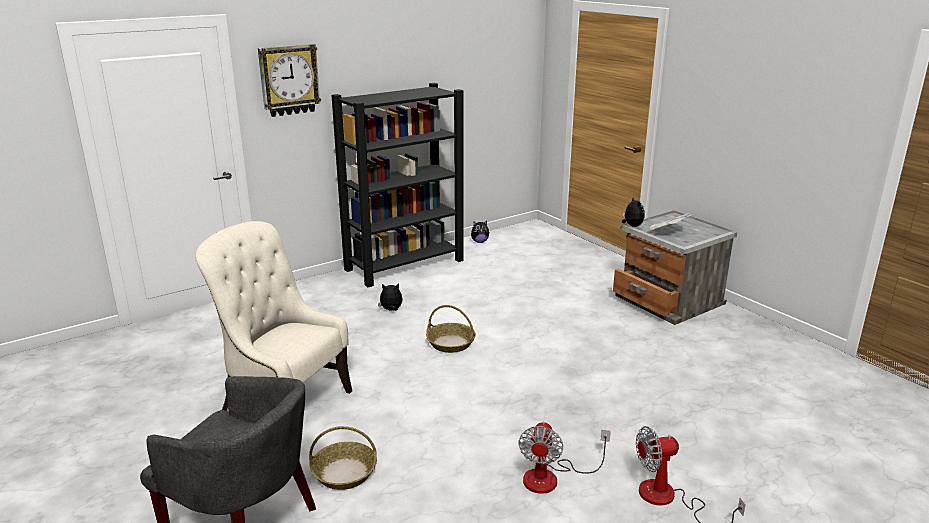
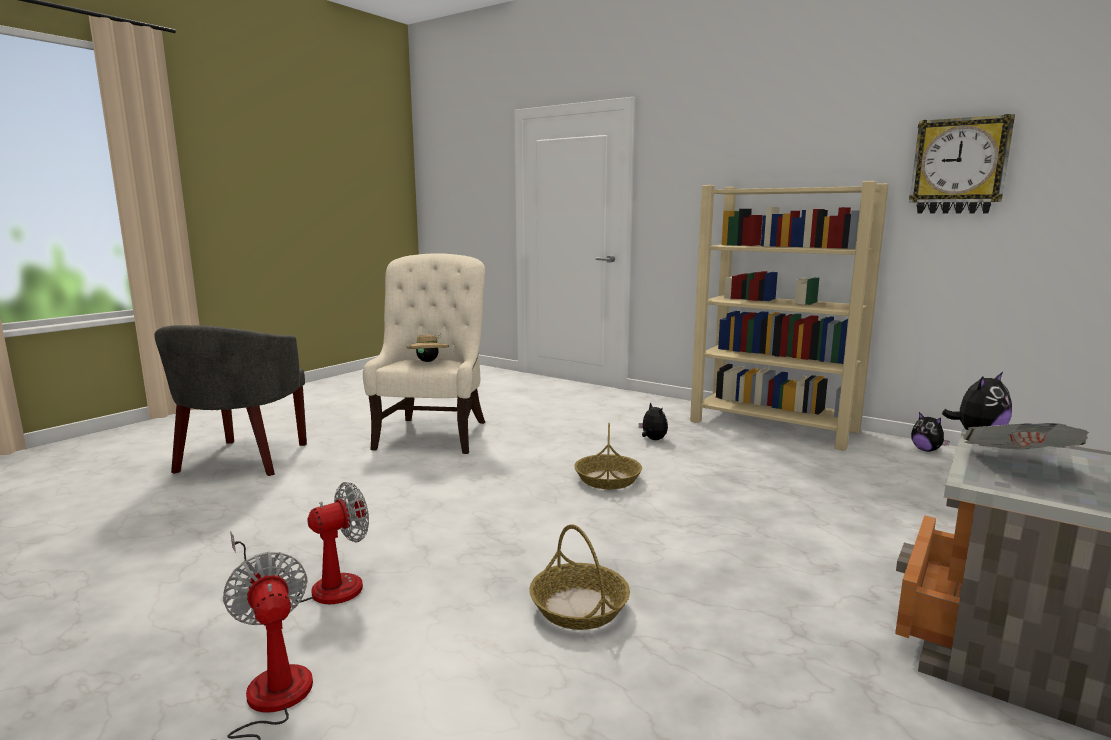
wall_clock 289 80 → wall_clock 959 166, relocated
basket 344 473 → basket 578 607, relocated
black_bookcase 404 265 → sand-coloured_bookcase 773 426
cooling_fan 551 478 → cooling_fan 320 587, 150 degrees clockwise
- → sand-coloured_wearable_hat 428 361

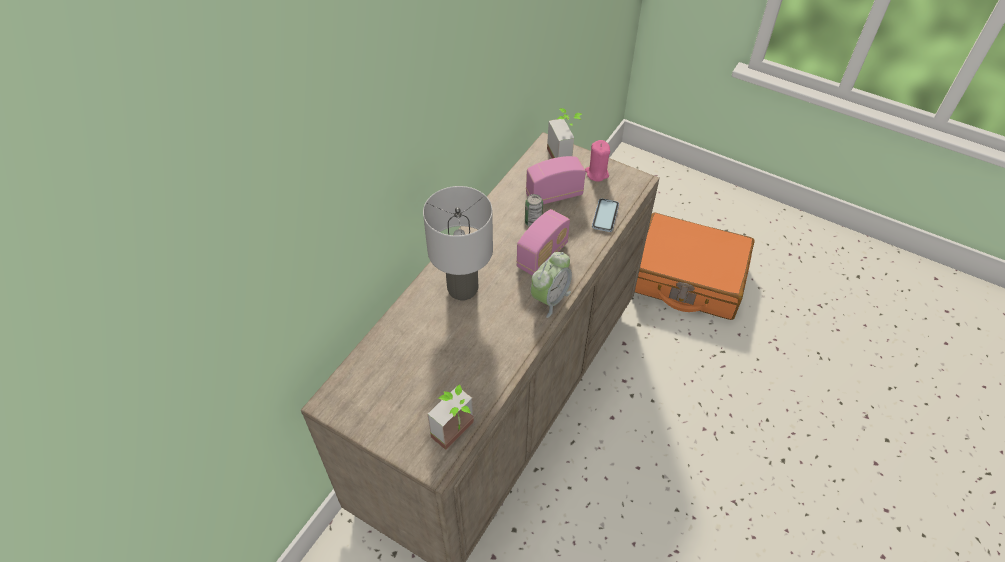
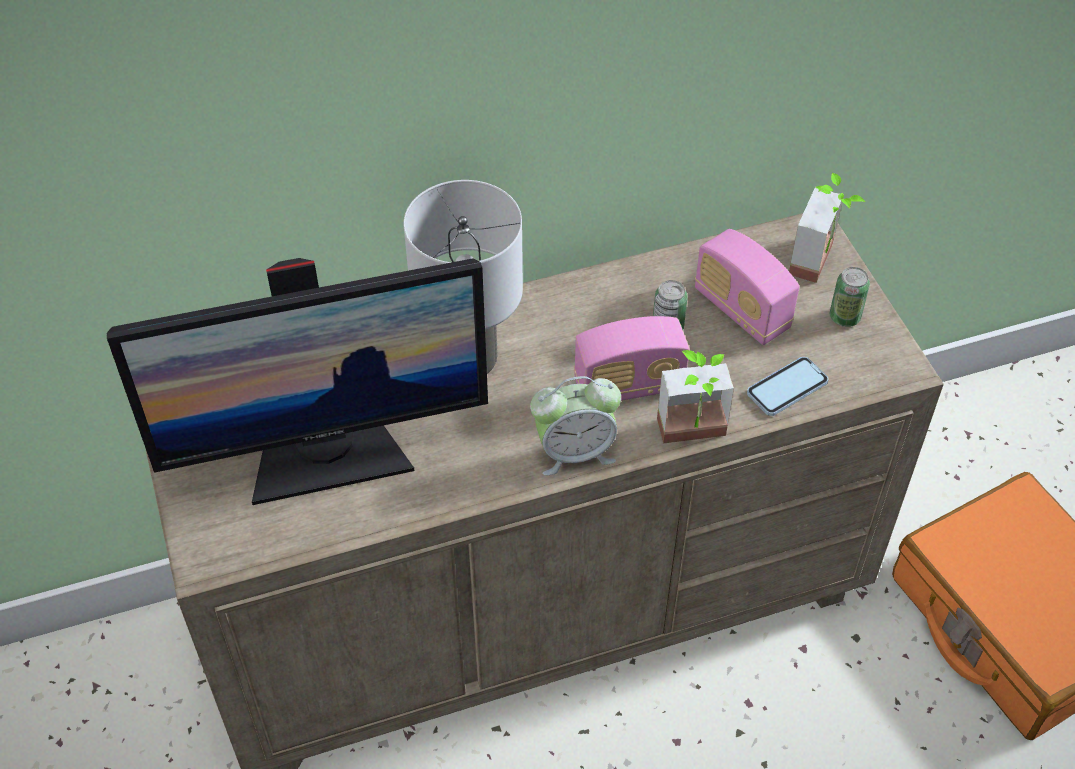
houseplant 459 435 → houseplant 694 437, relocated
radio_set 554 195 → radio_set 741 310, 150 degrees counterclockwise
pink_candle 596 173 → can 844 317
- → computer_display 327 455

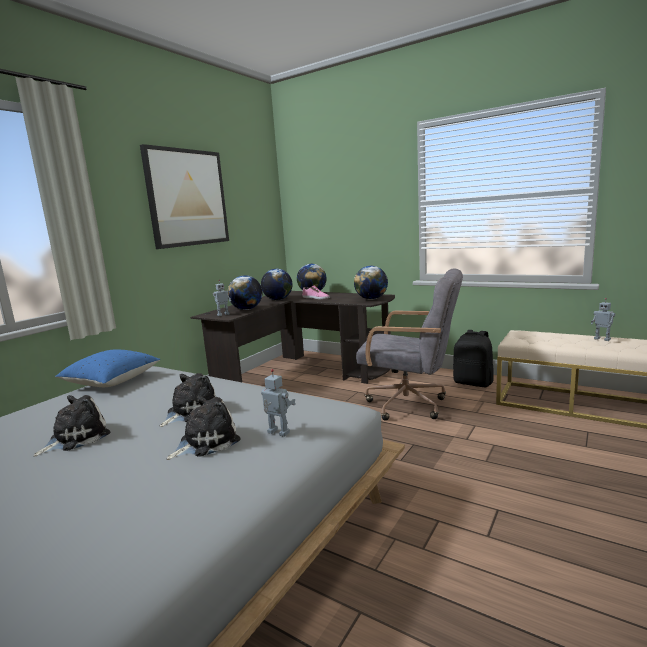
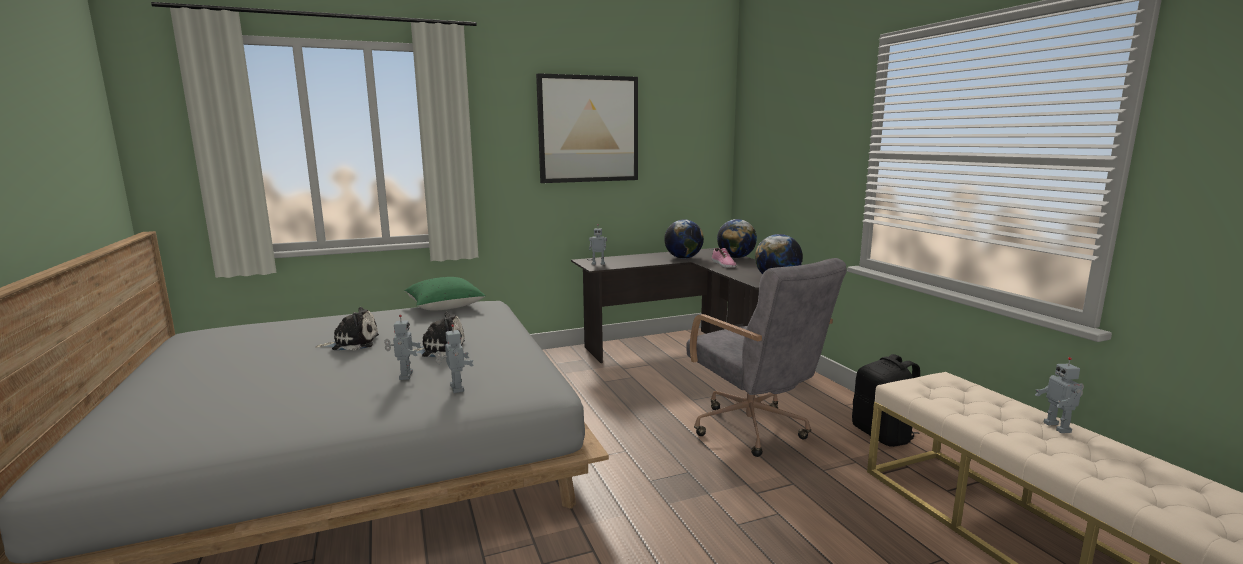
bluish_cushion 112 382 → green-coloured_cushion 445 307
soft_toy 206 442 → toy_robot 404 376
desk_globe 247 309 → -

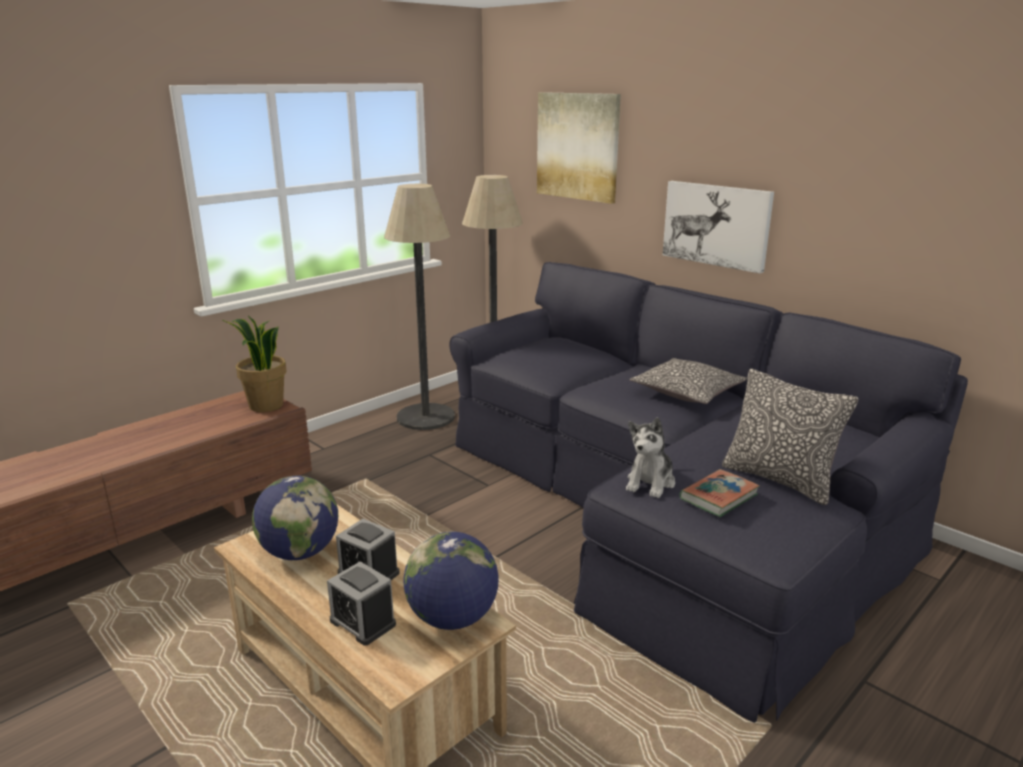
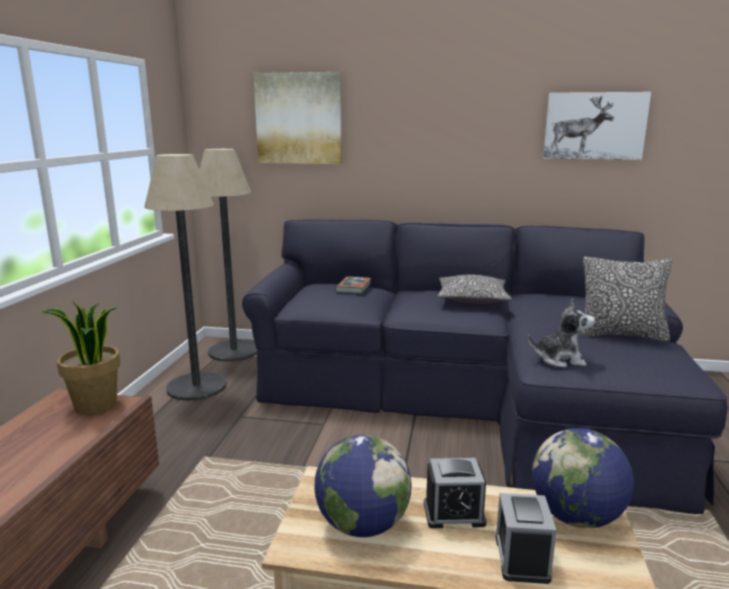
alarm_clock 362 622 → alarm_clock 522 558, 90 degrees clockwise
soft_toy 650 483 → soft_toy 559 359, 75 degrees counterclockwise
wall_art 716 225 → wall_art 594 126, relocated
volume 719 497 → volume 353 288, relocated

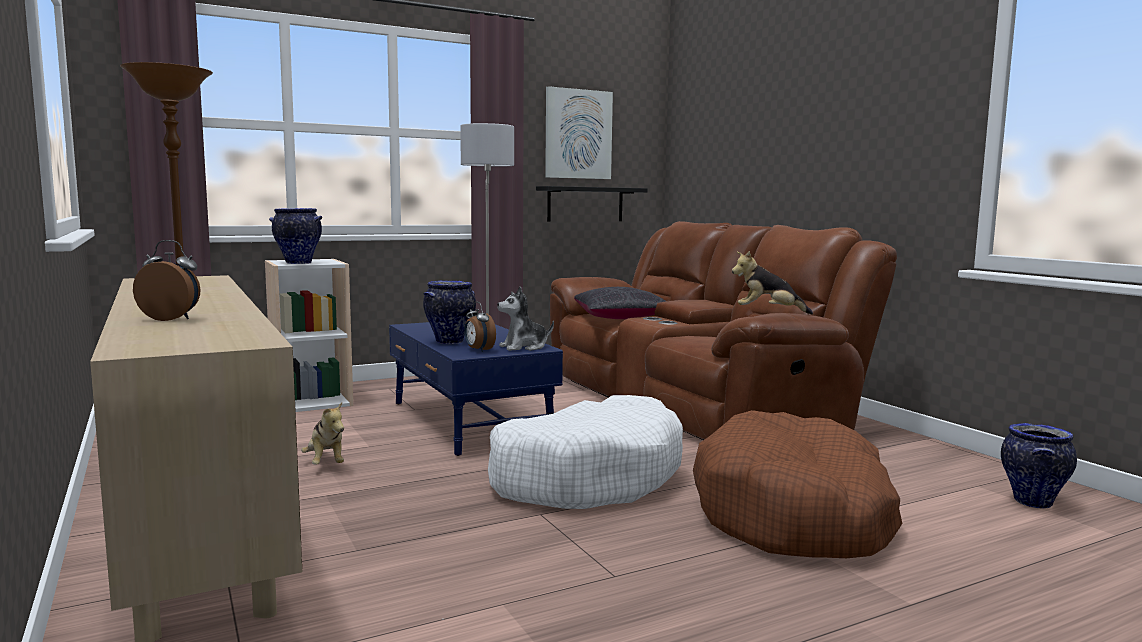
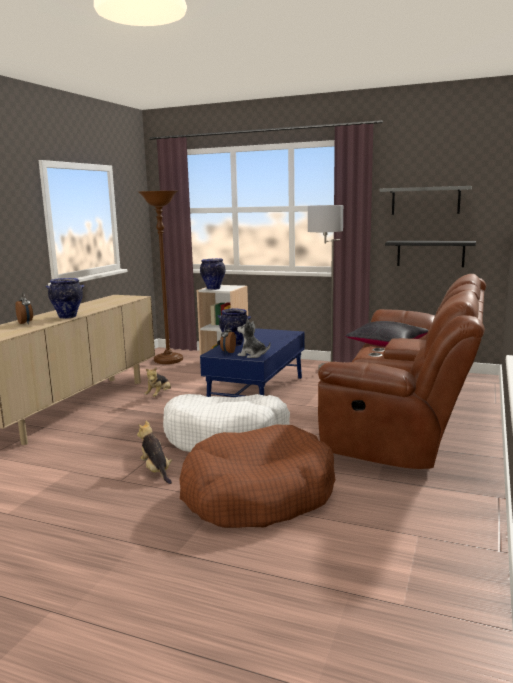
wall_art 578 134 → grey_wall_shelf 425 200
soft_toy 768 313 → soft_toy 156 471, relocated
vase 1032 502 → vase 68 317, relocated

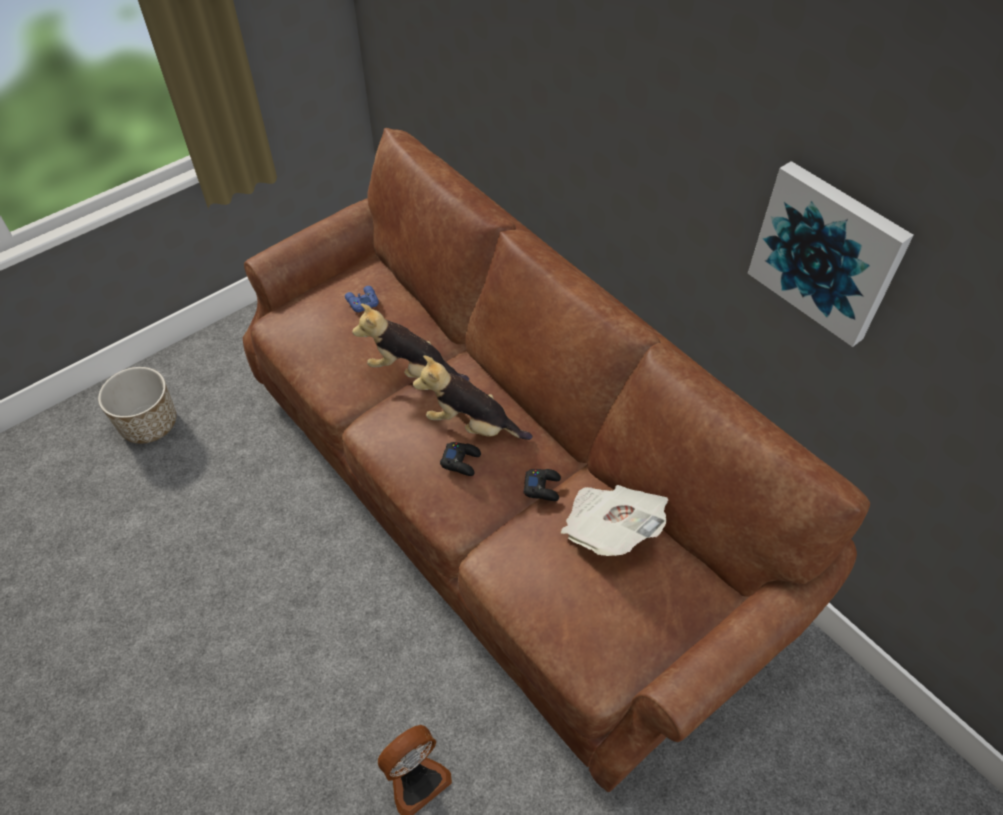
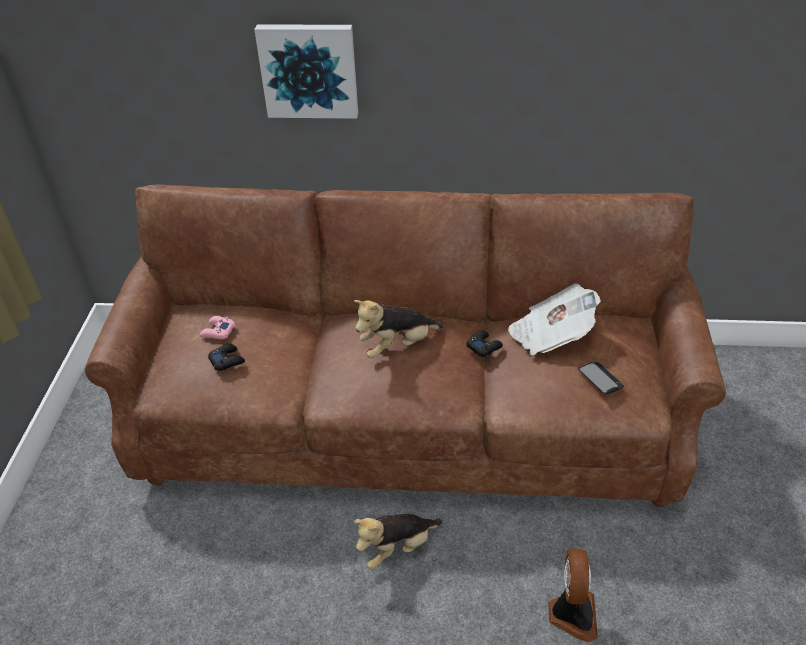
planter 149 424 → -
bluish_game_controller 362 302 → pink_game_controller 217 331
soft_toy 412 371 → soft_toy 397 548, relocated
black_game_controller 461 461 → black_game_controller 227 360, relocated
wall_art 828 252 → wall_art 309 70, relocated
- → handset 600 379

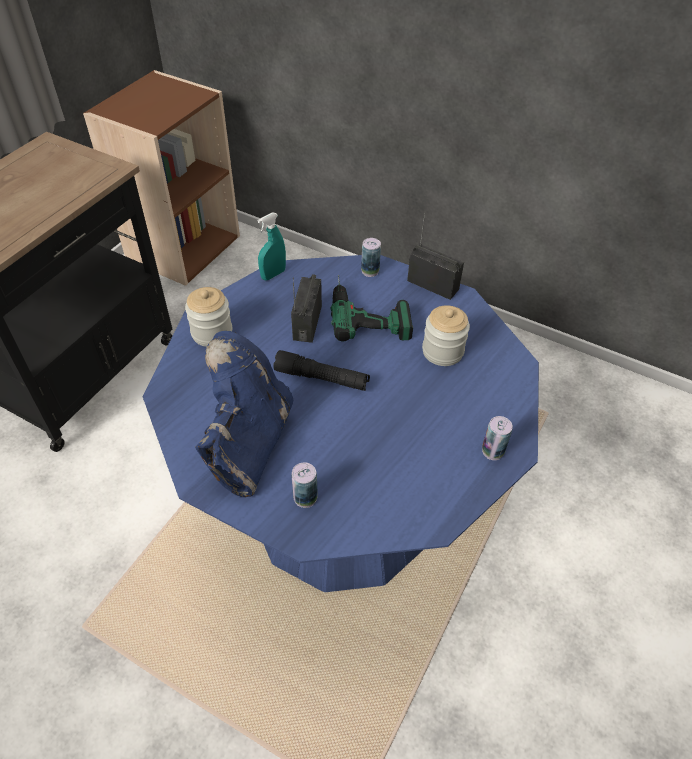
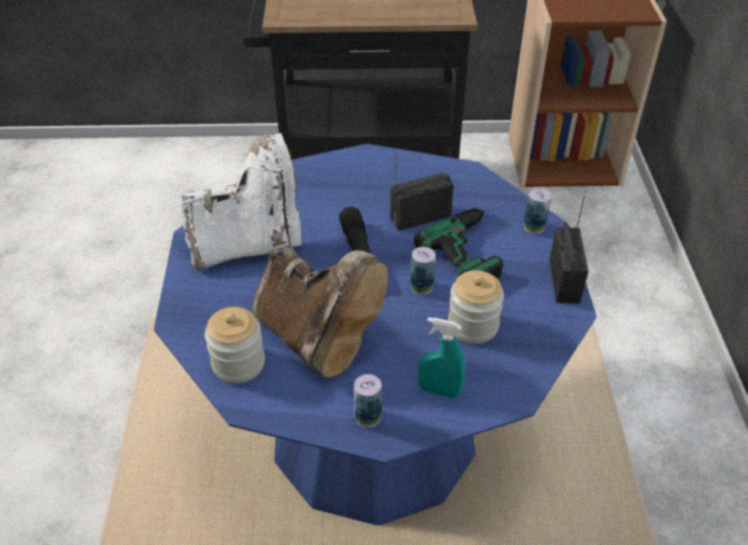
jar 212 333 → jar 238 363, relocated
bluish_high-top_boot 248 443 → whitish_high-top_boot 251 244
turquoise_spray_bottle 273 274 → turquoise_spray_bottle 439 391, relocated
can 305 498 → can 421 287, relocated
- → brownish_high-top_boot 317 340

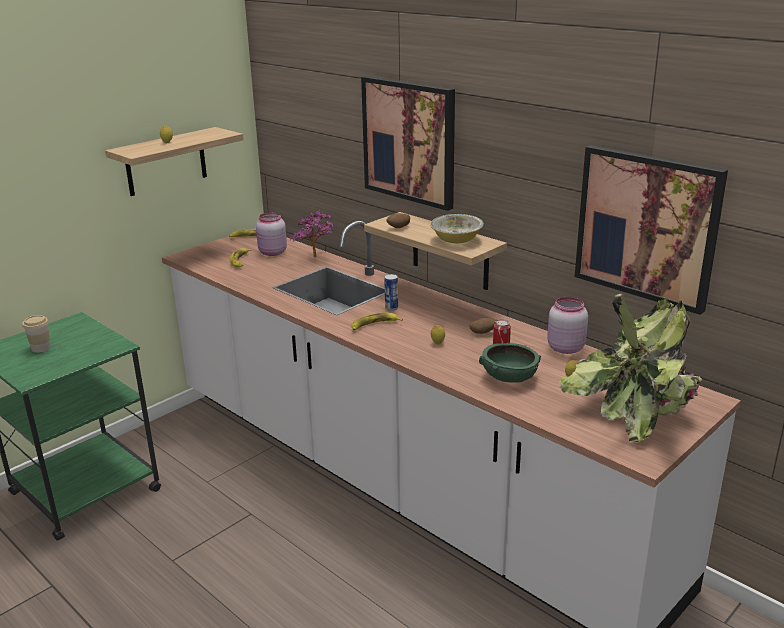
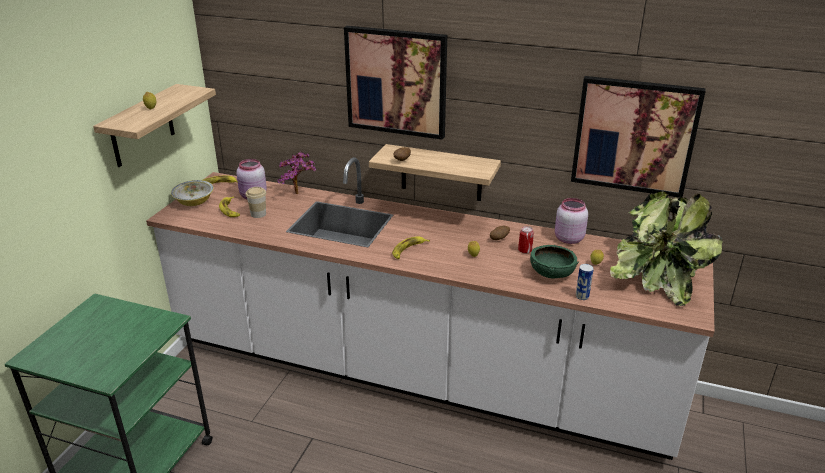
drinking_cup 41 348 → drinking_cup 258 214, relocated
can 391 308 → can 582 296, relocated
bowl 456 240 → bowl 194 202, relocated

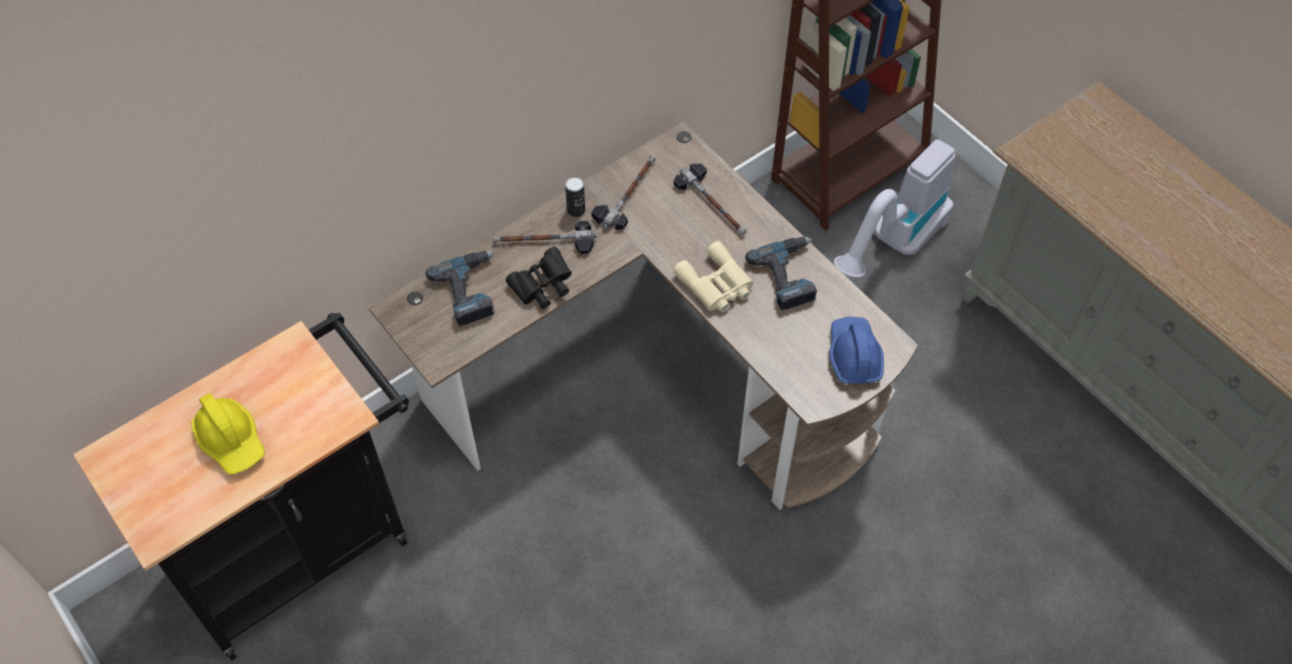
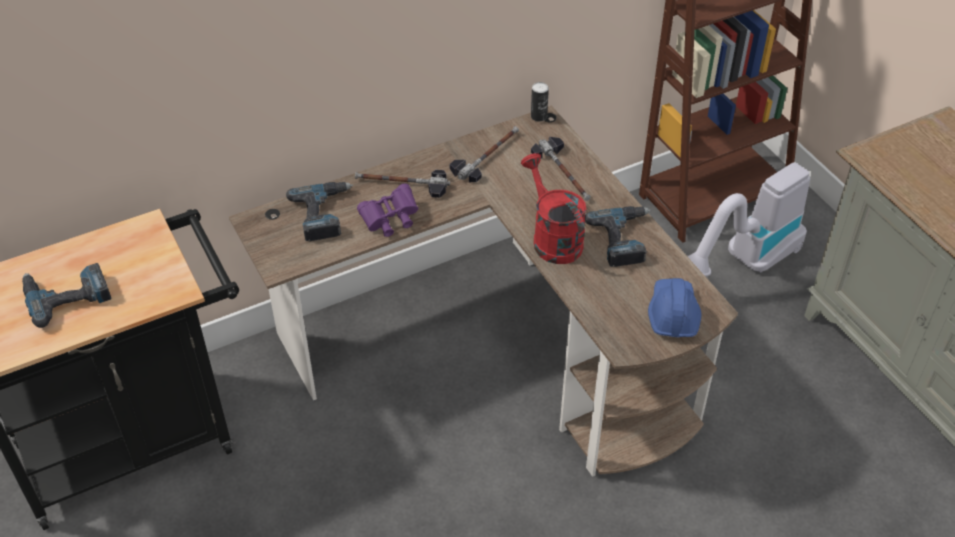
yellowish_work_helmet 231 440 → drill 67 295
black_binoculars 542 287 → purplish_binoculars 390 220
can 576 210 → can 538 116, relocated
sand-coloured_binoculars 716 285 → red-coloured_watering_pot 552 238

